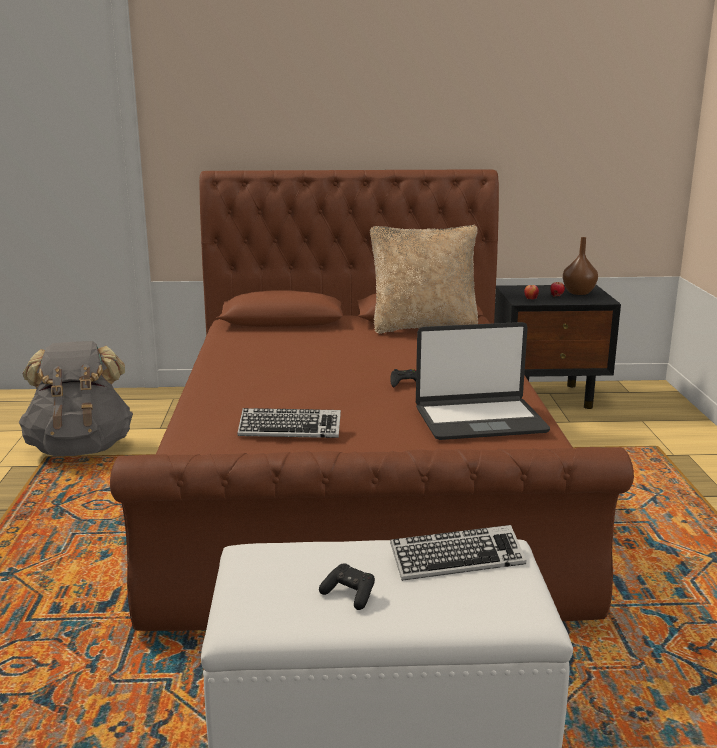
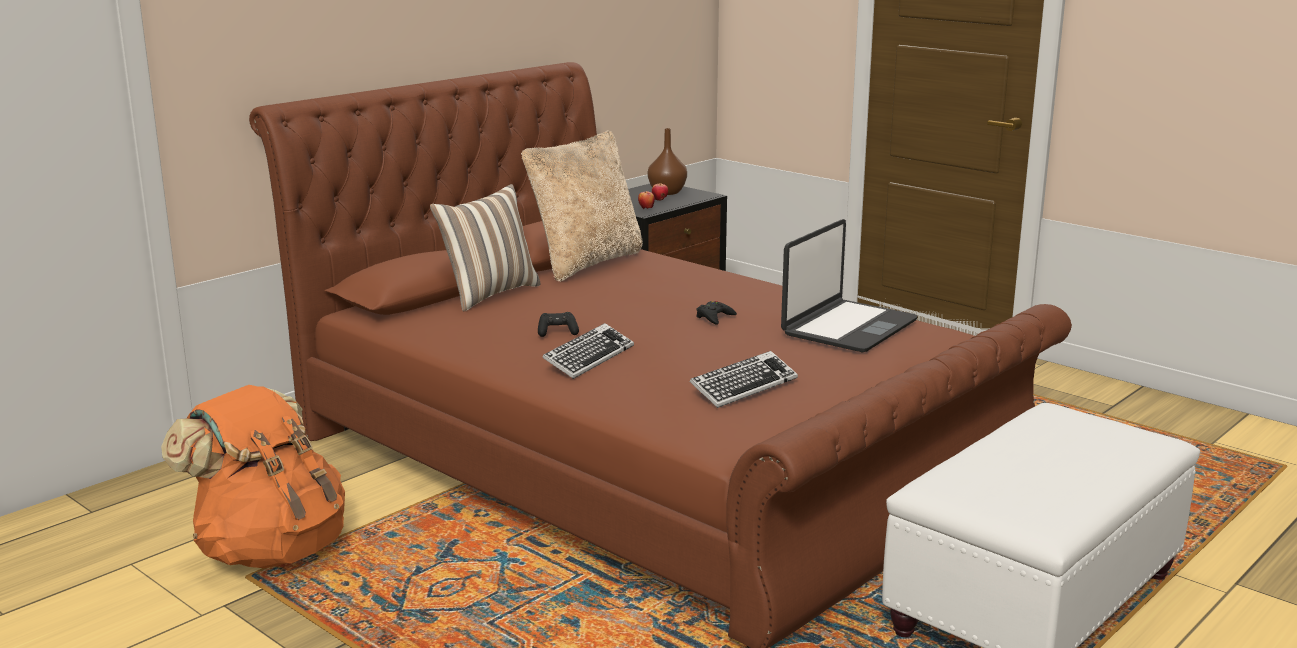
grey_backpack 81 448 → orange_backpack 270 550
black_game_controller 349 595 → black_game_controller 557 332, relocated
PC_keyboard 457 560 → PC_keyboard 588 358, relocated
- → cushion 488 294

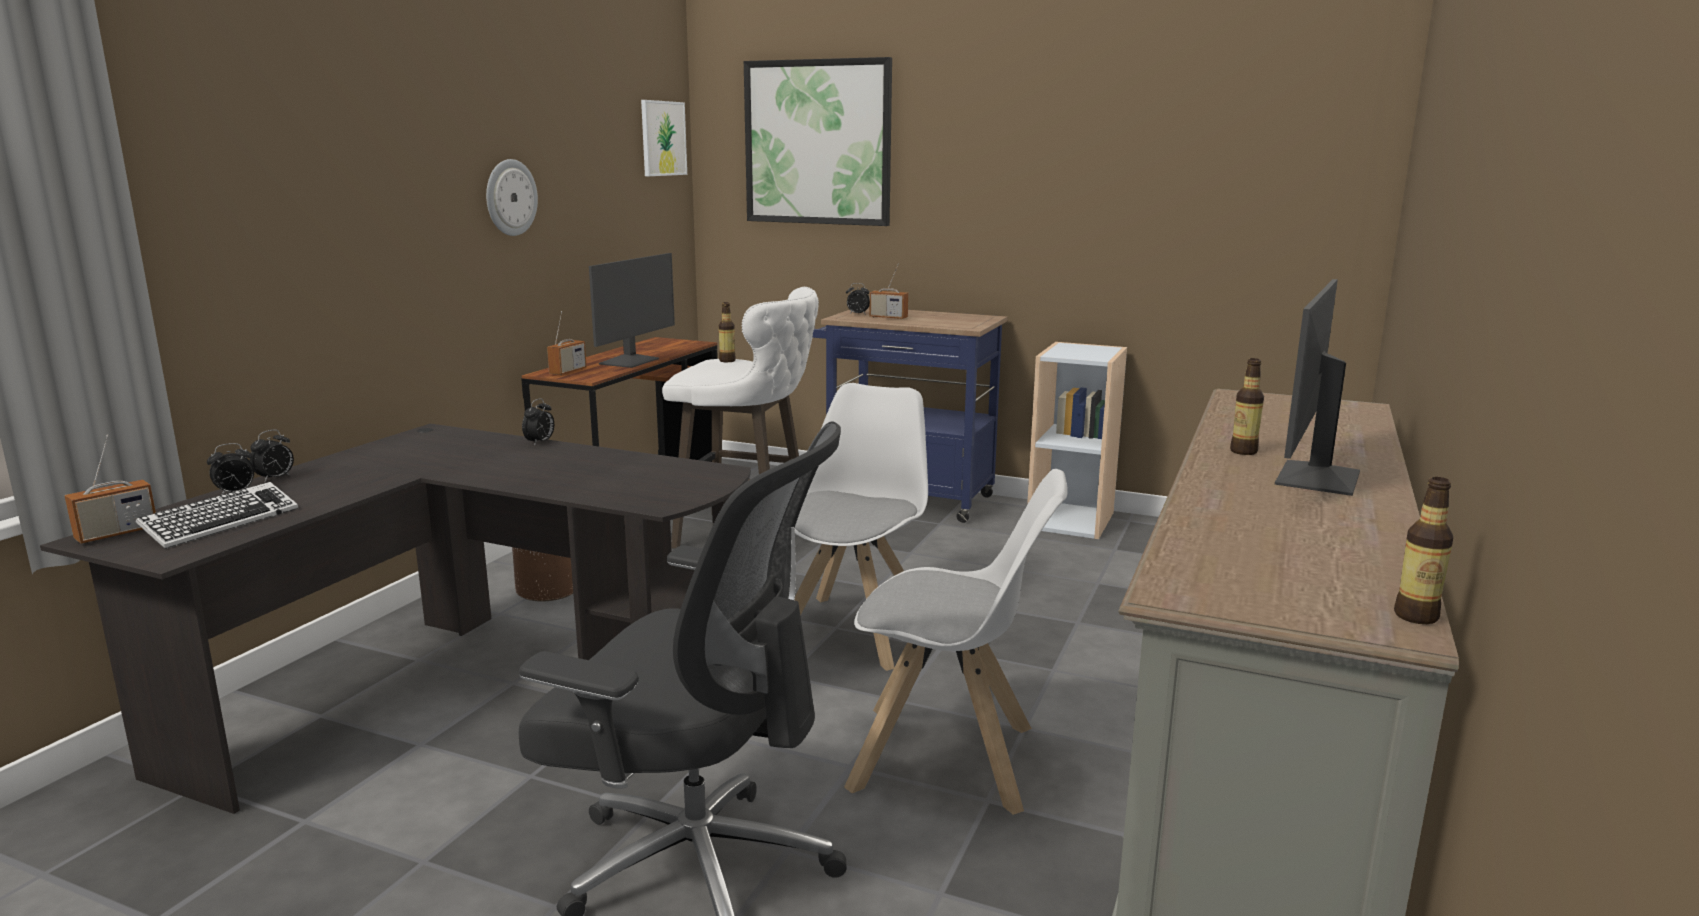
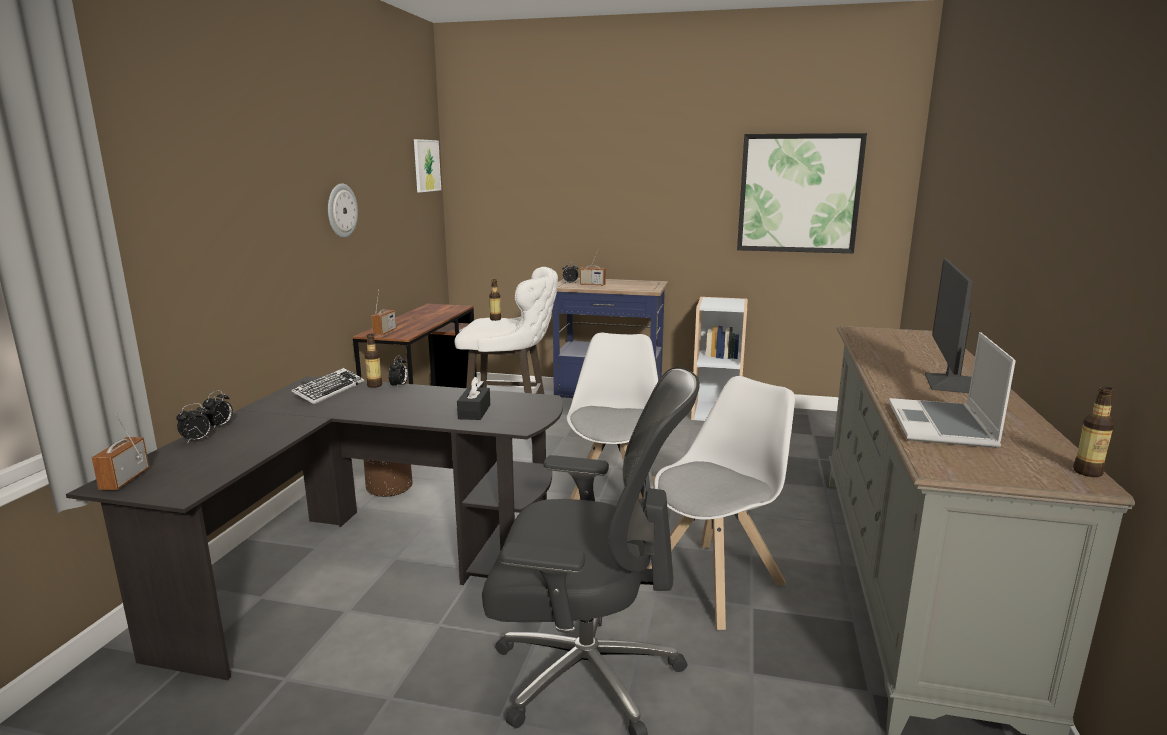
radio_set 117 534 → radio_set 125 479, 150 degrees clockwise
PC_keyboard 221 523 → PC_keyboard 329 391, relocated
computer_display 631 361 → -
wall_art 817 143 → wall_art 799 193, relocated
upright_chair 949 759 → upright_chair 715 581, 45 degrees counterclockwise
drink_bottle 1243 451 → drink_bottle 374 385, relocated
- → black_tissue_holder 474 412
- → notebook_computer 942 426

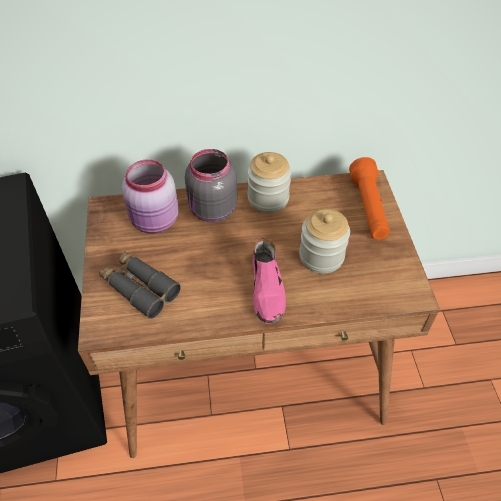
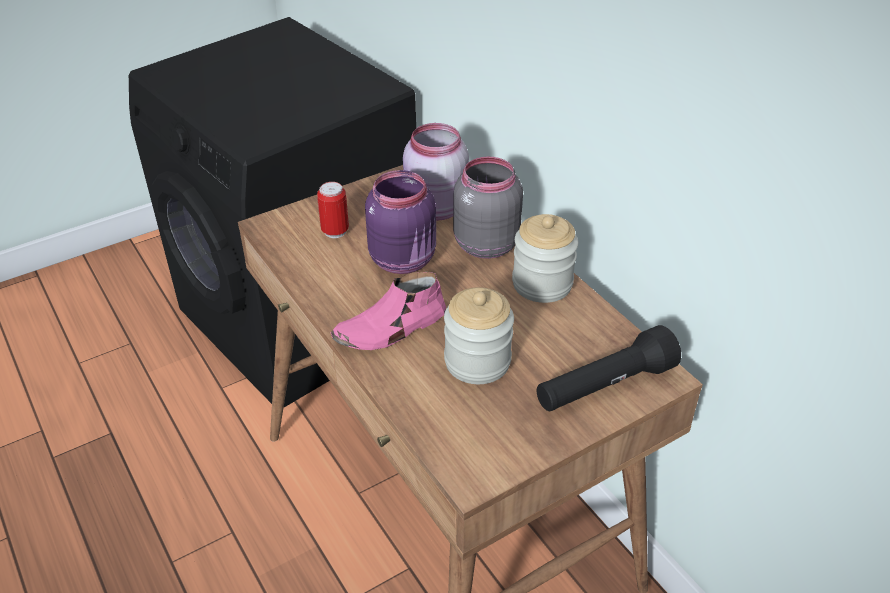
grey_binoculars 139 288 → can 335 231
orange_torch 368 208 → black_torch 604 386
- → purplish_jar 404 259

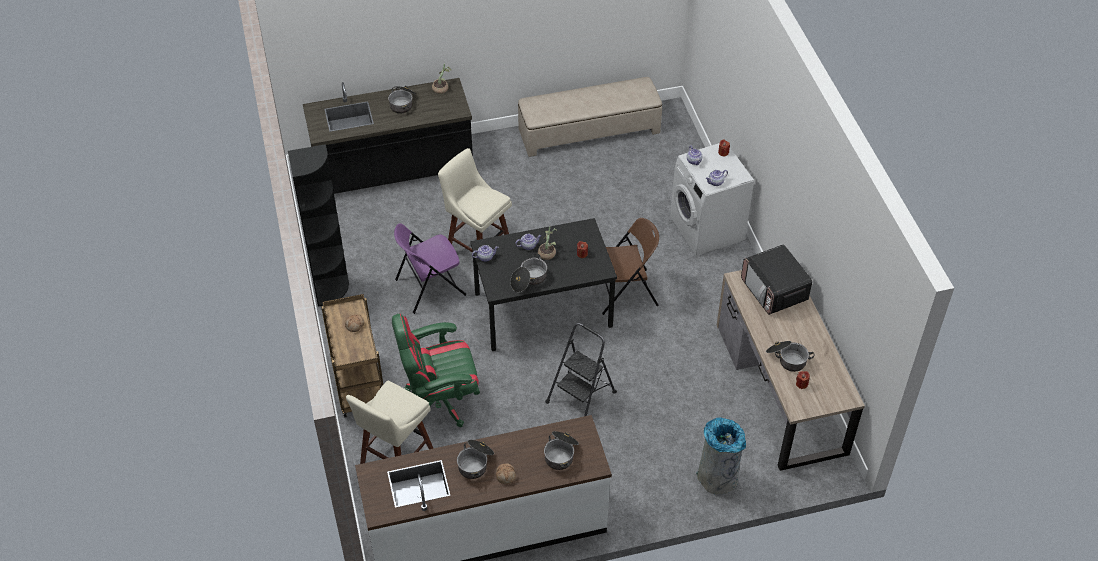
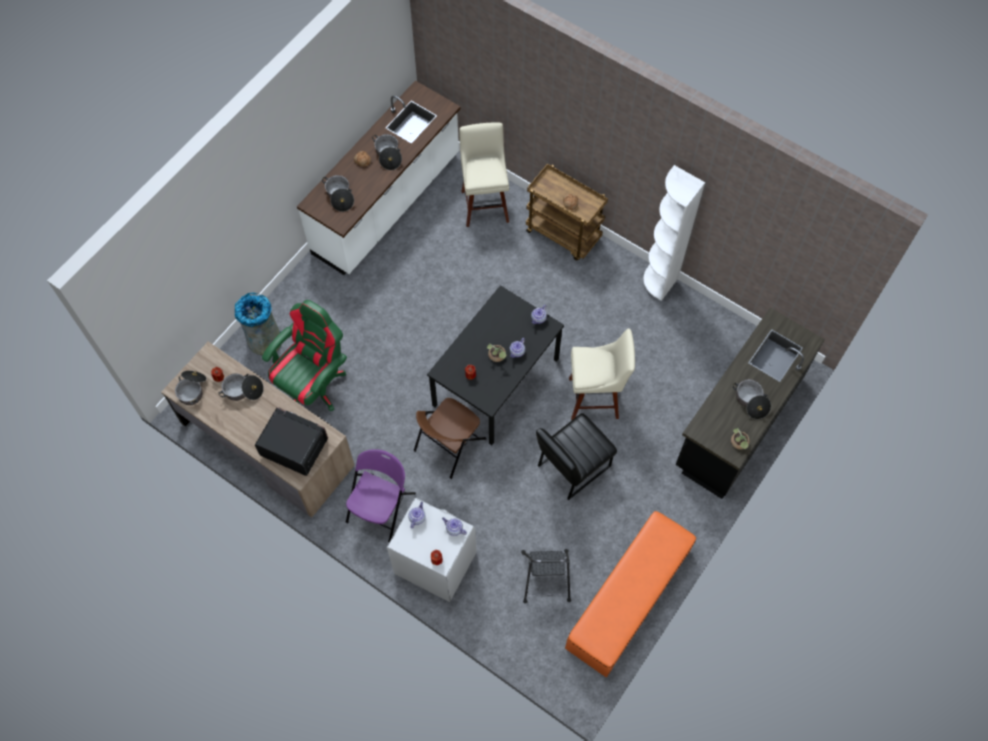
black_bookcase 331 292 → whitish_bookcase 657 283
green-coloured_computer_chair 440 400 → green-coloured_computer_chair 313 385, relocated
purplish_upright_chair 430 287 → purplish_upright_chair 381 508, relocated
saucepot 529 280 → saucepot 193 390, relocated
sand-coloured_long_seat 589 130 → orange_long_seat 628 599
black_step_ladder 582 395 → black_step_ladder 545 577, relocated
- → black_upright_chair 572 467

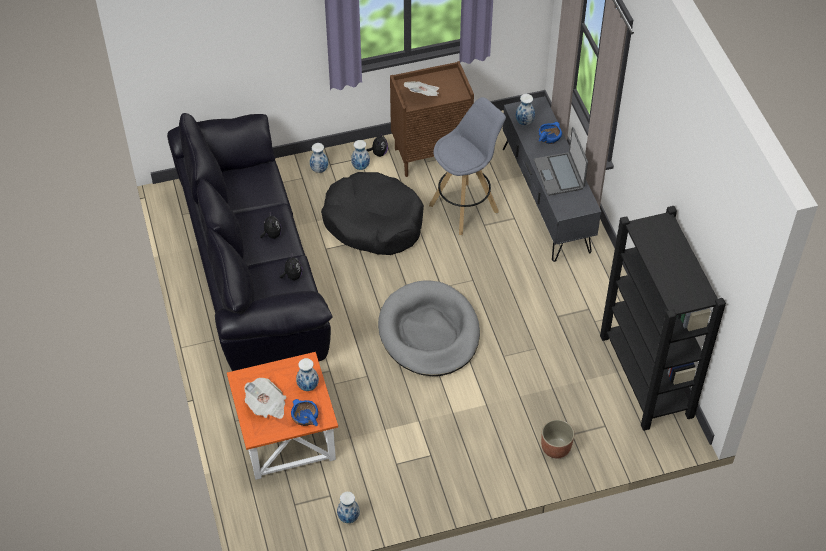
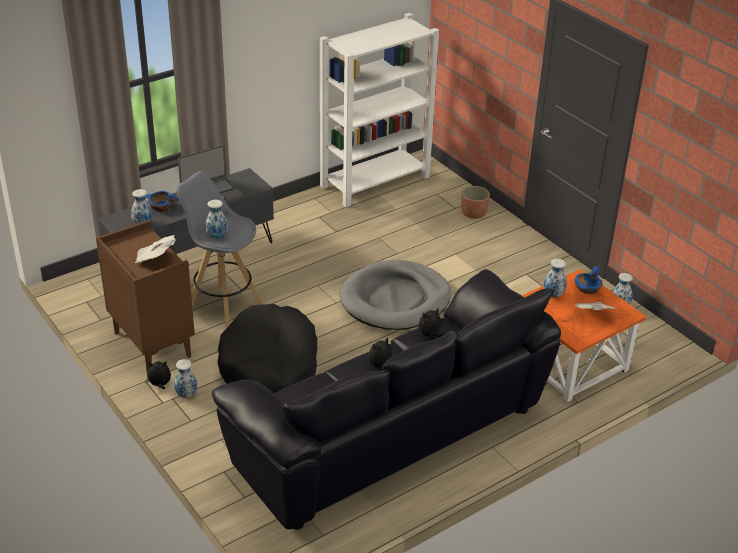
vase 319 169 → vase 217 236, relocated
black_bookcase 646 376 → whitish_bookcase 375 181

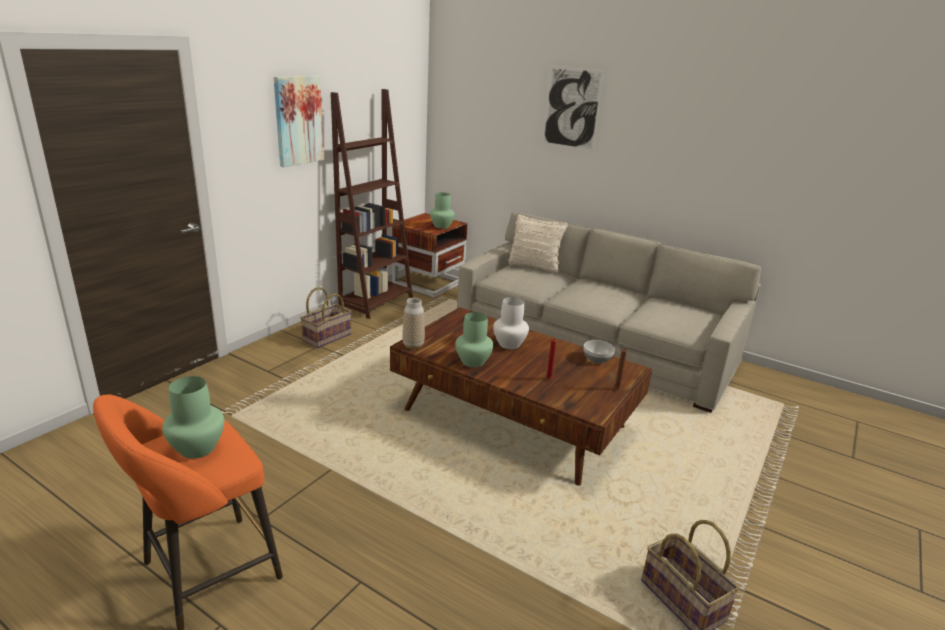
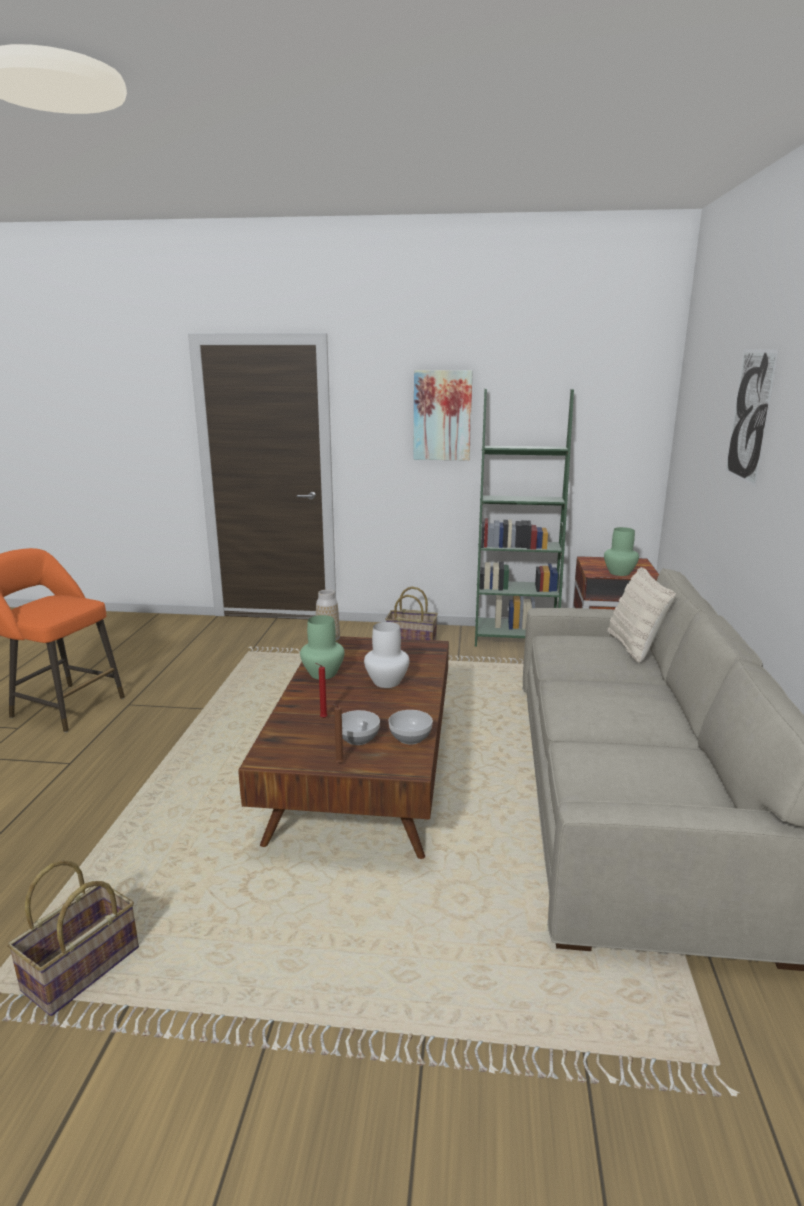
green-coloured_vase 198 448 → -
brownish_bookcase 376 302 → green-coloured_bookcase 515 638
- → bowl 357 738

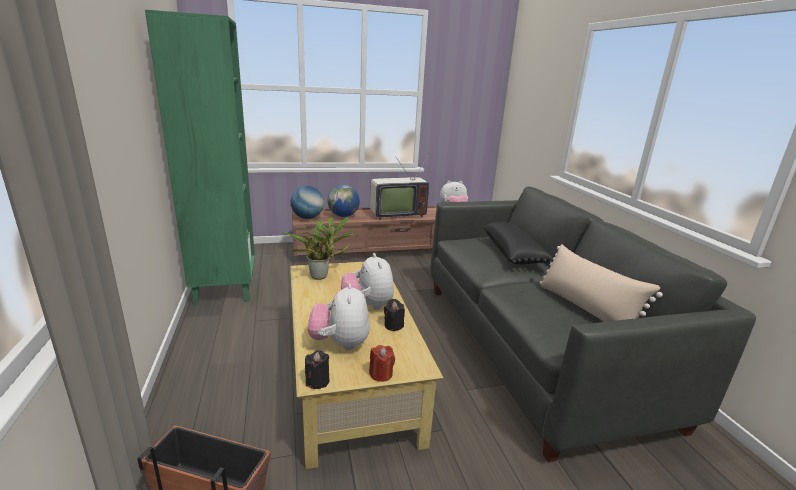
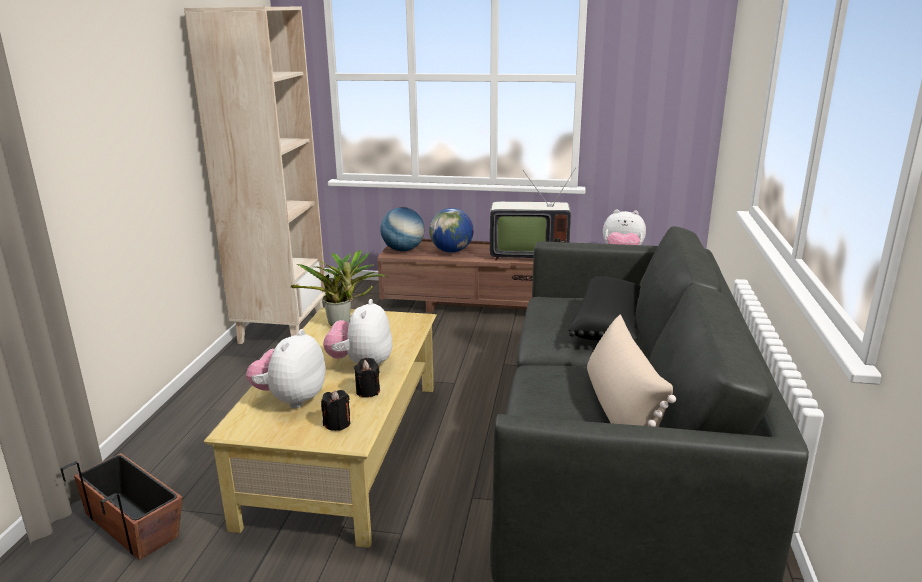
green-coloured_bookcase 224 288 → sand-coloured_bookcase 282 329
black_candle 317 381 → black_candle 337 424, relocated
red-coloured_candle 381 374 → -

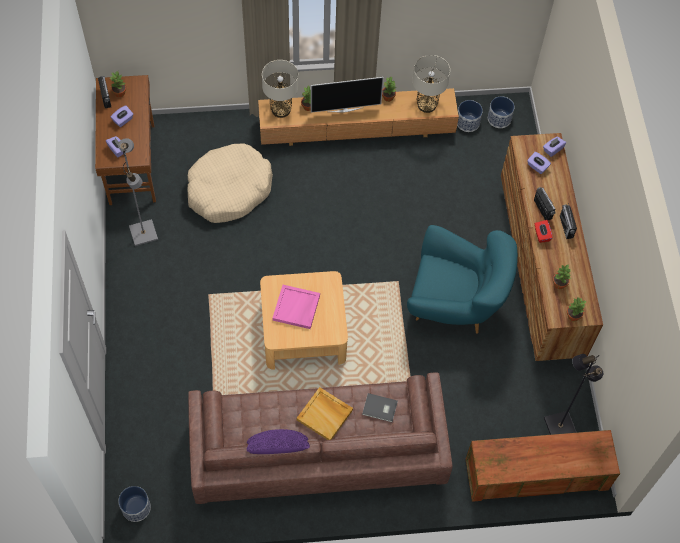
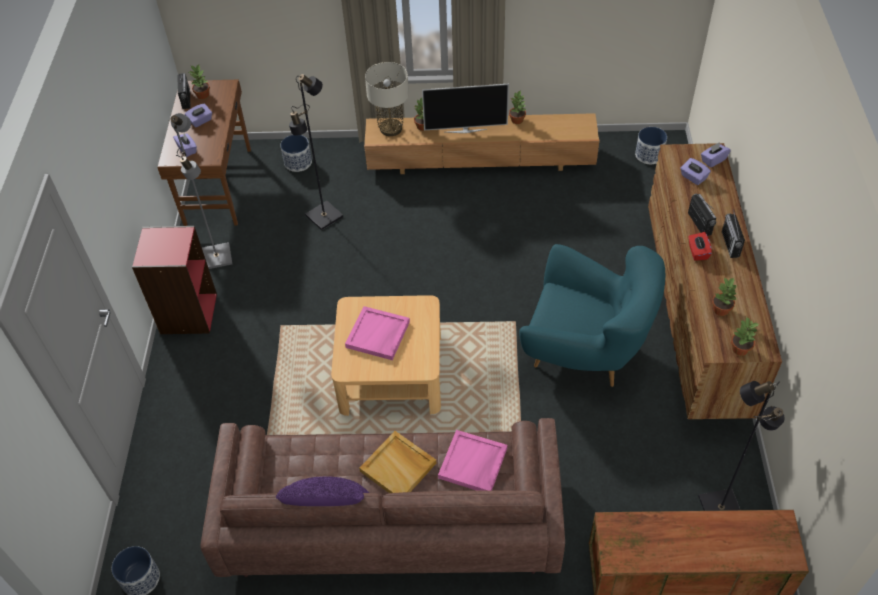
sand-coloured_dog_cushion 229 190 → black_standing_lamp 324 216
grey_volume 380 409 → pink_serving_tray 473 464
table_lamp 427 105 → -
planter 467 123 → planter 298 162, relocated
- → red-coloured_bookcase 188 313

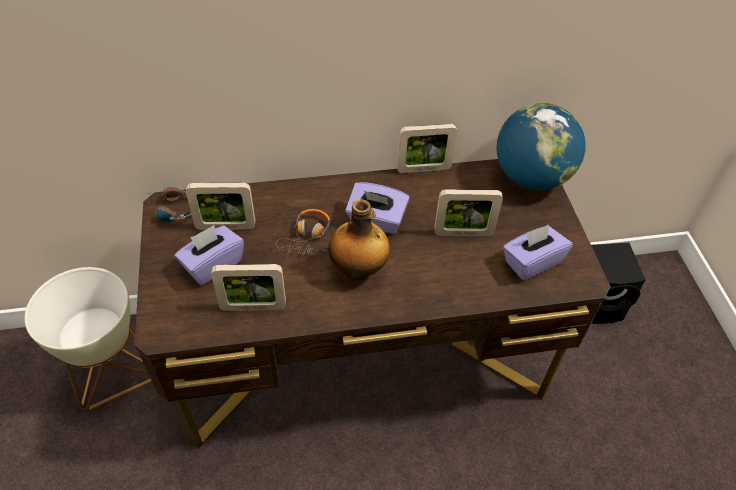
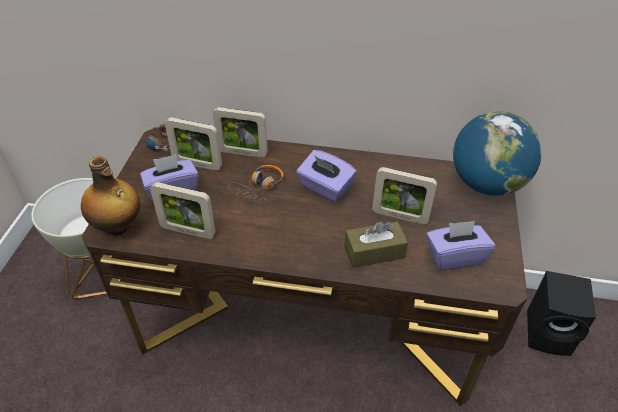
drink_bottle 359 270 → drink_bottle 118 227, relocated
picture_frame 423 169 → picture_frame 242 153, relocated
- → brownish_tissue_holder 374 252

